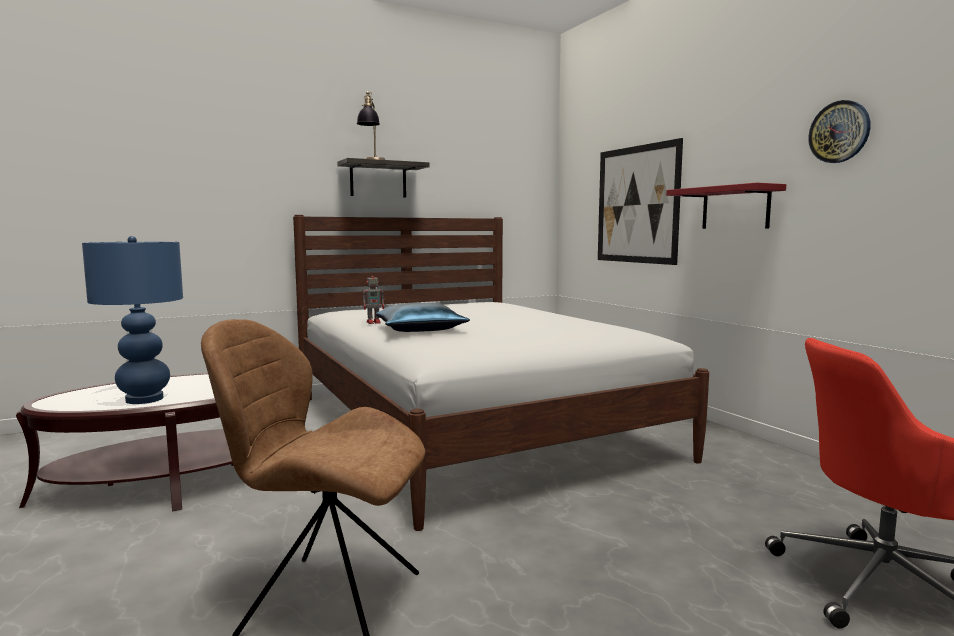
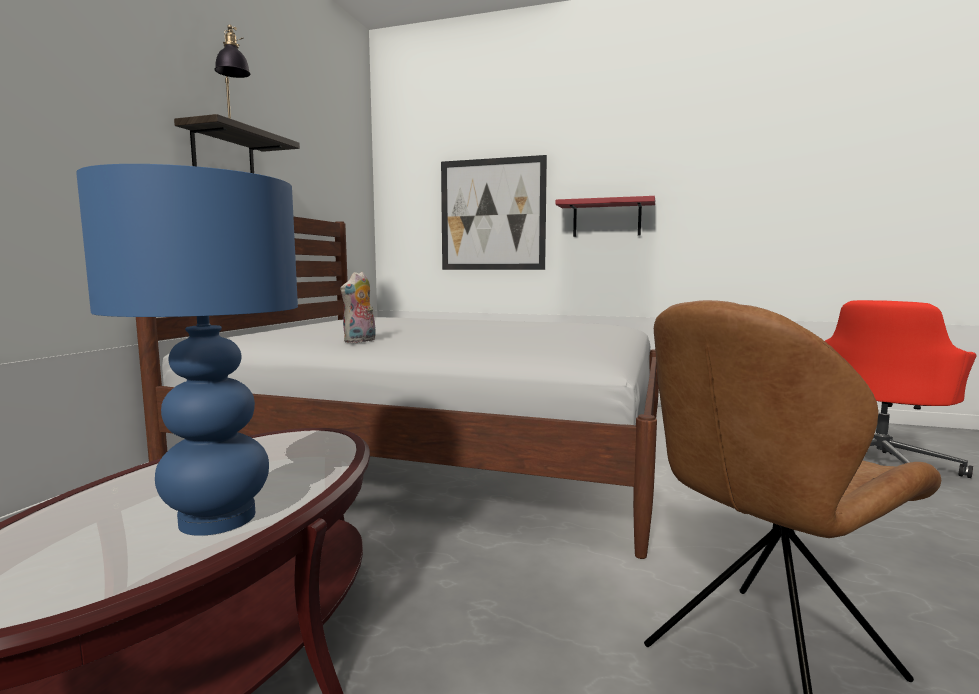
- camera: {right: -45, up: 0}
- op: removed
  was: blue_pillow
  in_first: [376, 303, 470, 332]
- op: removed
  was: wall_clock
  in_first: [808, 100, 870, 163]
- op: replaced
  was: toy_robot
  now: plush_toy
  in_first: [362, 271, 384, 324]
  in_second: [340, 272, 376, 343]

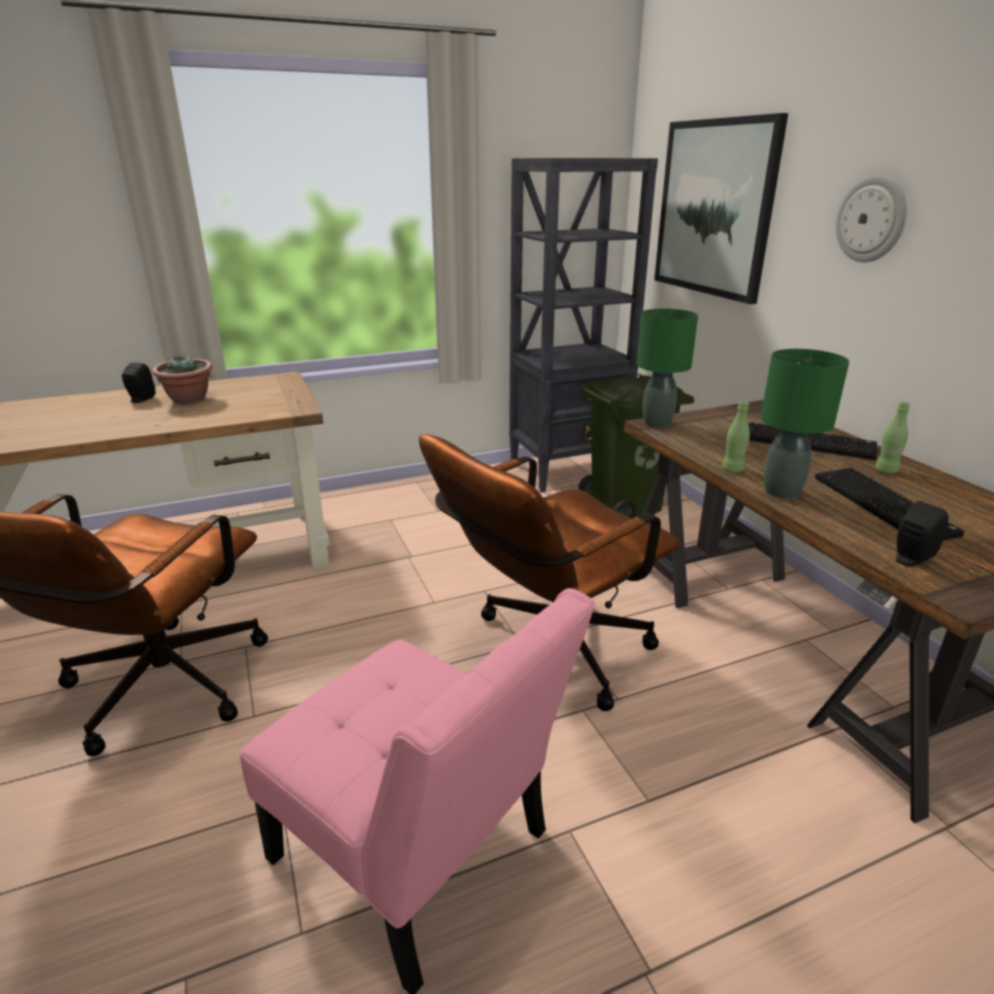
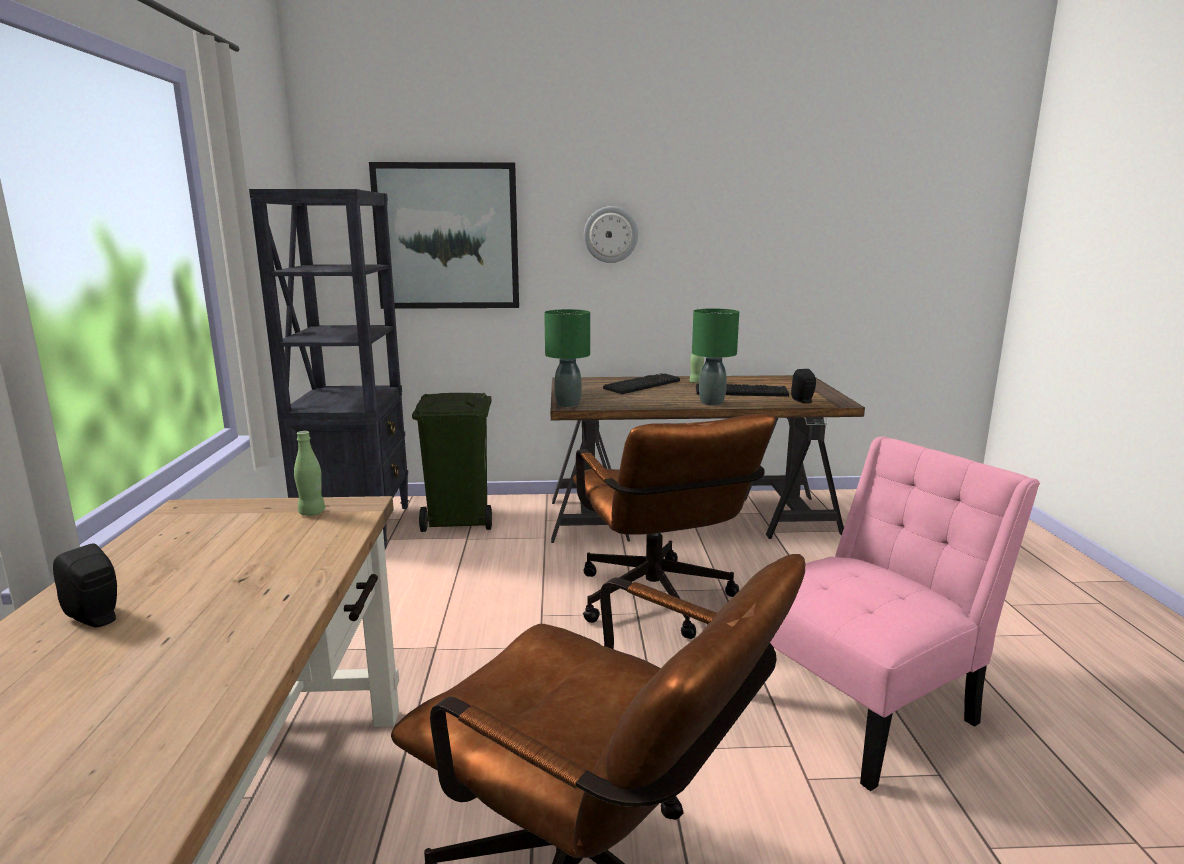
- camera: {right: -70, up: -10}
- op: removed
  was: potted_plant
  in_first: [152, 355, 212, 404]
- op: moved
  was: green_bottle
  in_first: [722, 401, 750, 472]
  in_second: [294, 431, 325, 516]

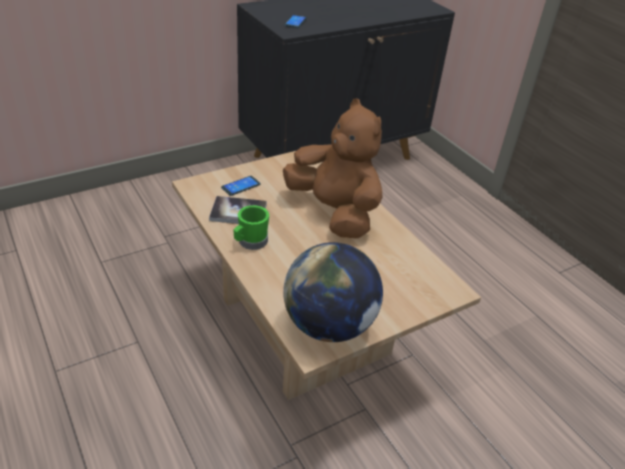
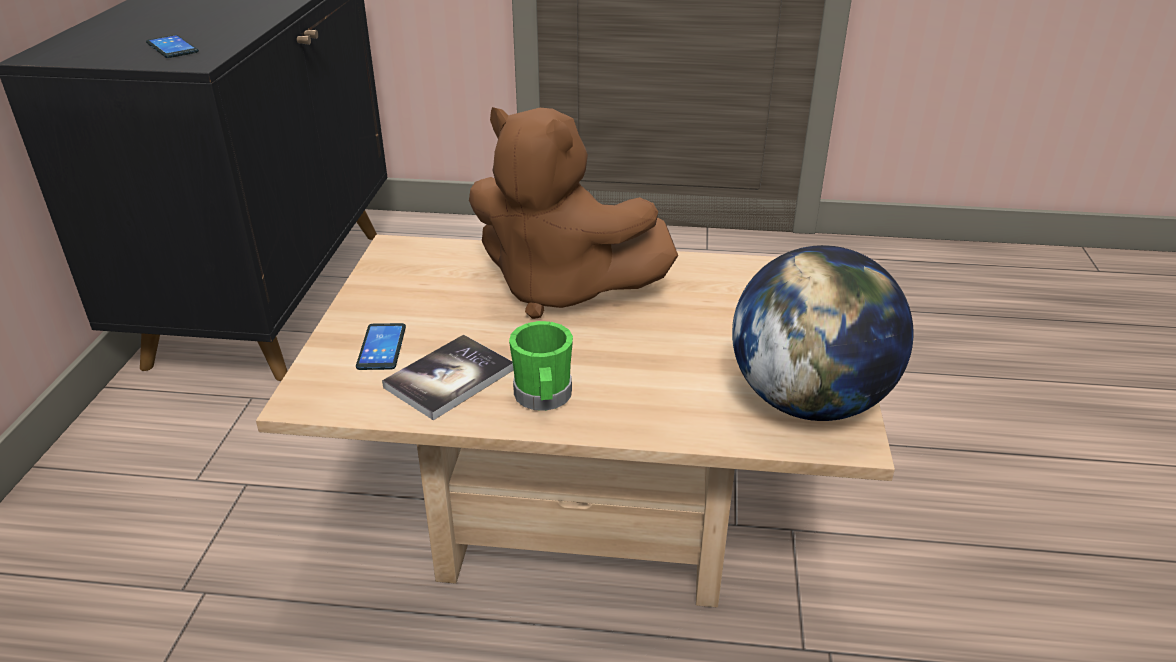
- camera: {right: -50, up: -5}
- op: turned
  was: brown_plush_toy
  in_first: [283, 98, 382, 238]
  in_second: [469, 107, 678, 319]
  clockwise: -150

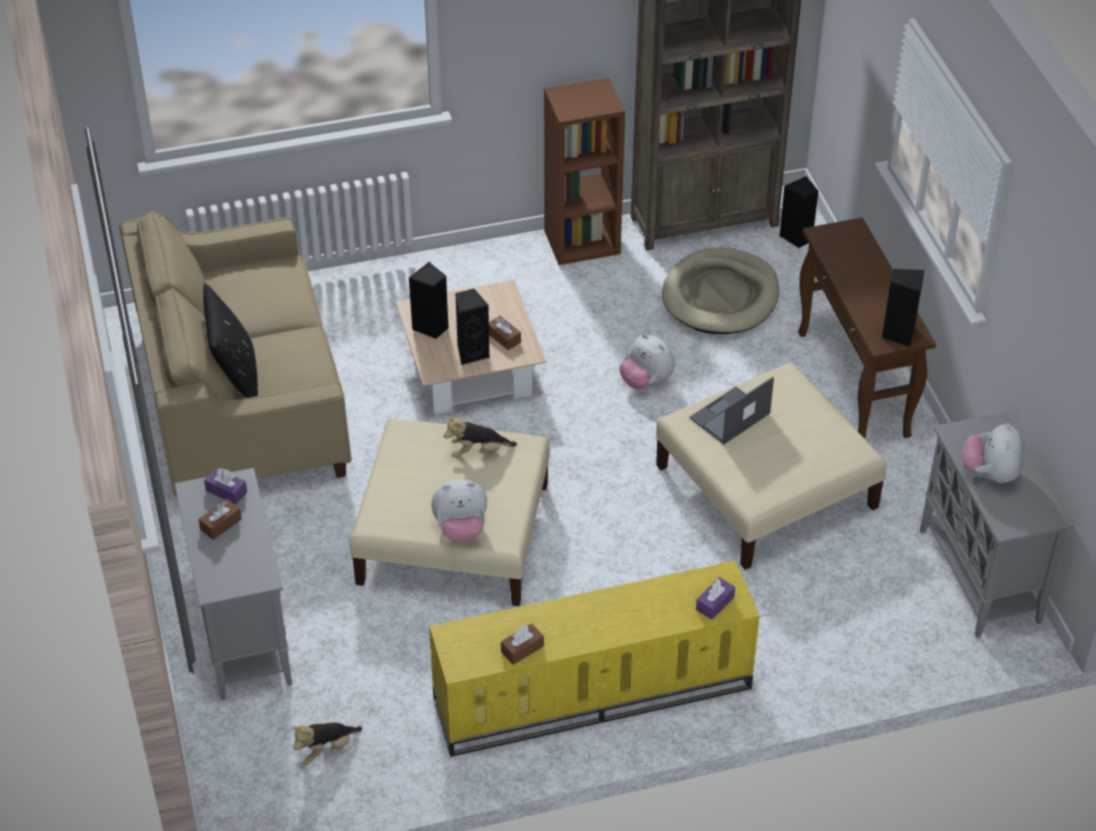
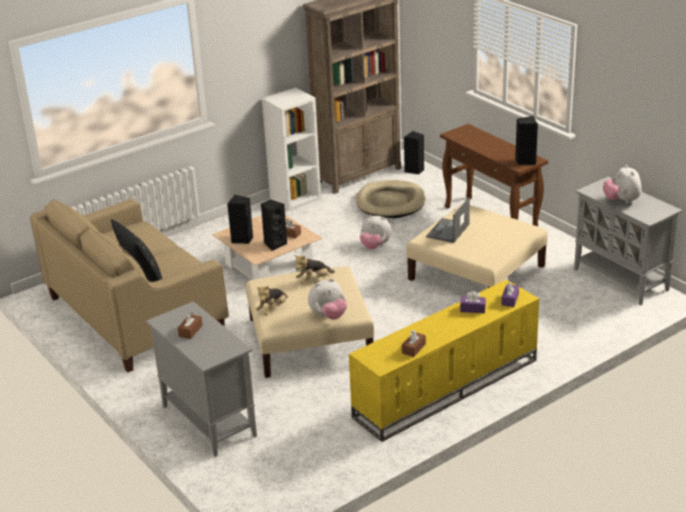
- camera: {right: -20, up: -15}
- op: moved
  was: purple_tissue_box
  in_first: [204, 468, 247, 504]
  in_second: [460, 291, 486, 313]
- op: moved
  was: plush_toy
  in_first: [291, 722, 362, 765]
  in_second: [256, 286, 288, 315]
- op: recoloured
  was: brown_bookcase
  now: white_bookcase
  in_first: [544, 78, 625, 265]
  in_second: [262, 88, 321, 211]

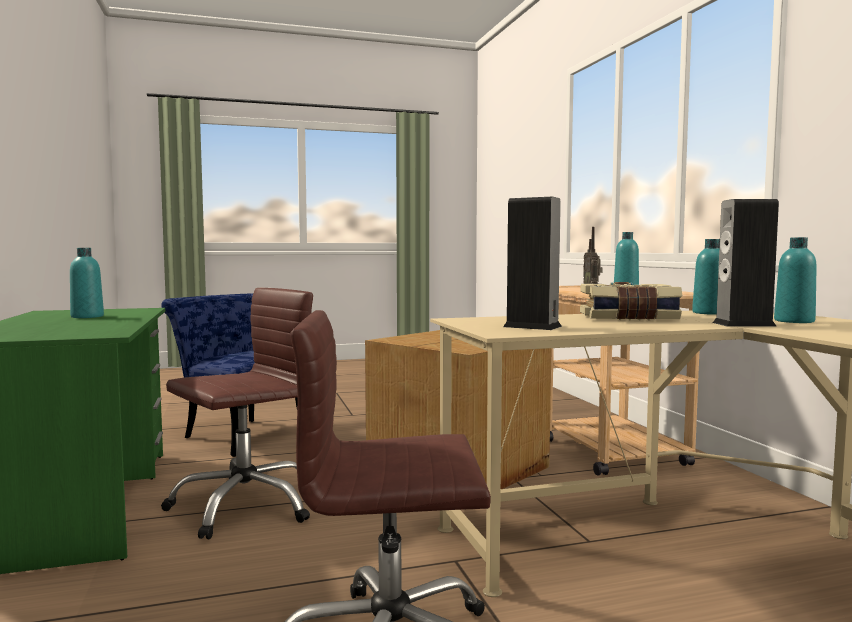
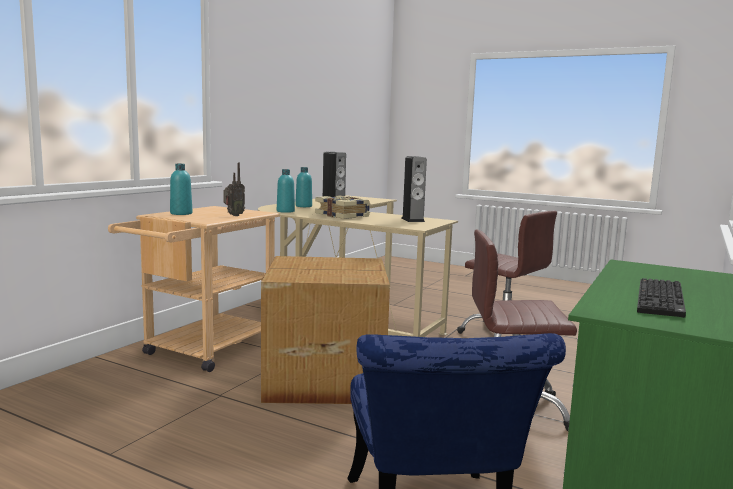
- camera: {right: -135, up: 5}
- op: replaced
  was: turquoise_bottle
  now: keyboard
  in_first: [70, 248, 104, 318]
  in_second: [637, 278, 686, 318]

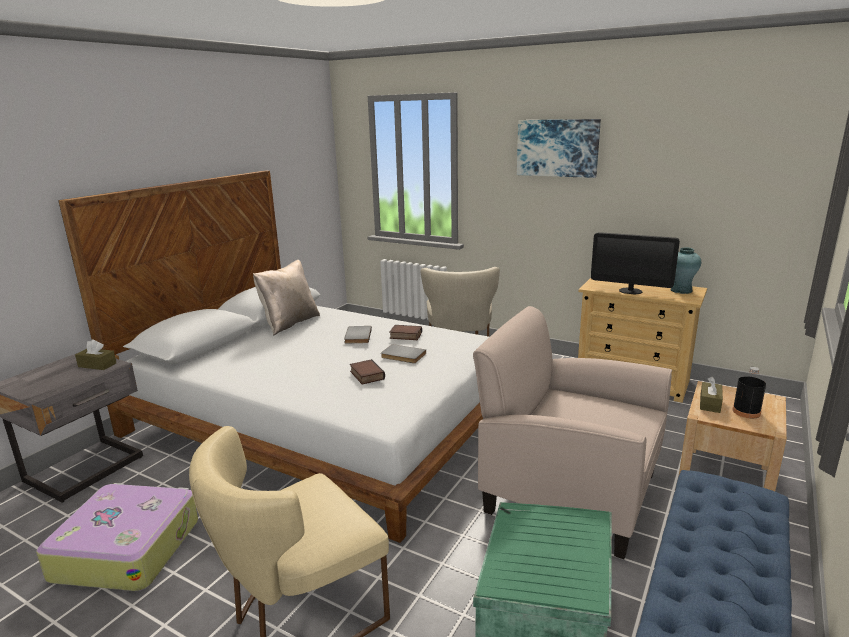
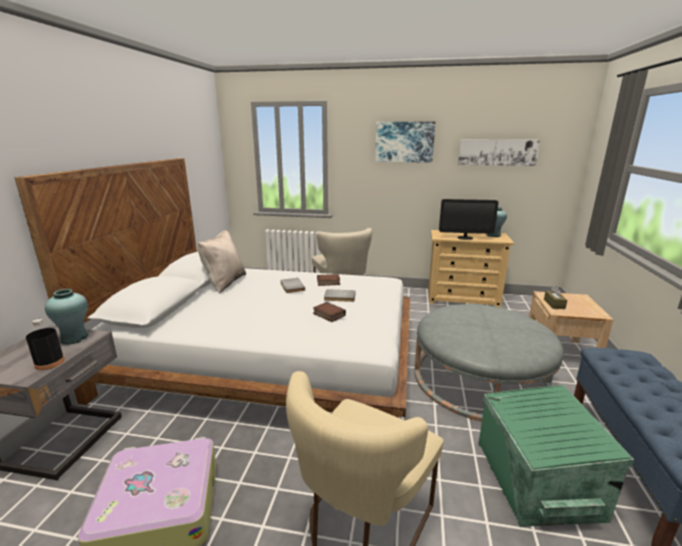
- camera: {right: -20, up: 0}
- op: added
  now: picture
  in_second: [458, 139, 540, 166]
- op: moved
  was: black_bottle
  in_first: [732, 367, 766, 418]
  in_second: [26, 319, 65, 370]
- op: replaced
  was: brown_tissue_box
  now: turquoise_vase
  in_first: [75, 339, 116, 370]
  in_second: [45, 289, 88, 345]
- op: replaced
  was: beige_armchair
  now: grey_ottoman
  in_first: [473, 306, 672, 559]
  in_second: [414, 304, 564, 422]

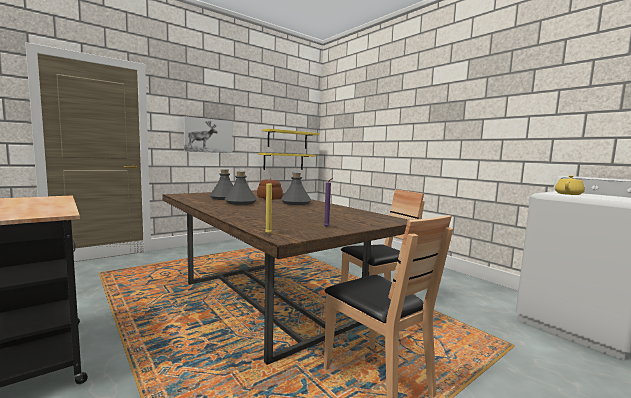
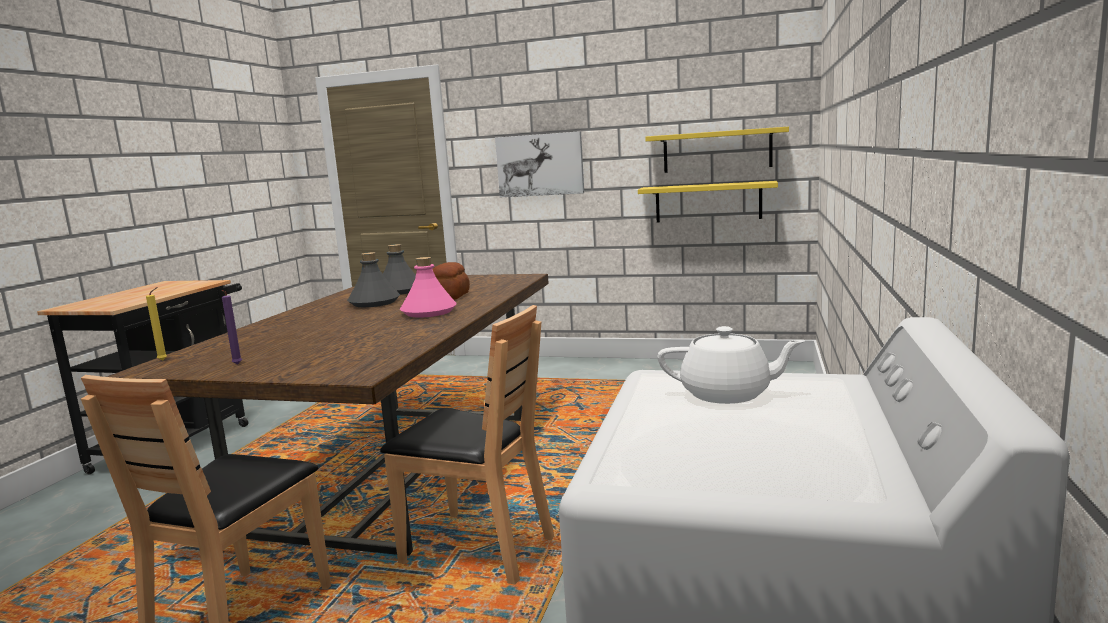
- camera: {right: 55, up: 5}
- op: recoloured
  was: grey_bottle
  now: pink_bottle
  in_first: [281, 173, 311, 205]
  in_second: [400, 257, 457, 318]
- op: recoloured
  was: yellow_teapot
  now: white_teapot
  in_first: [555, 176, 585, 195]
  in_second: [657, 326, 804, 404]

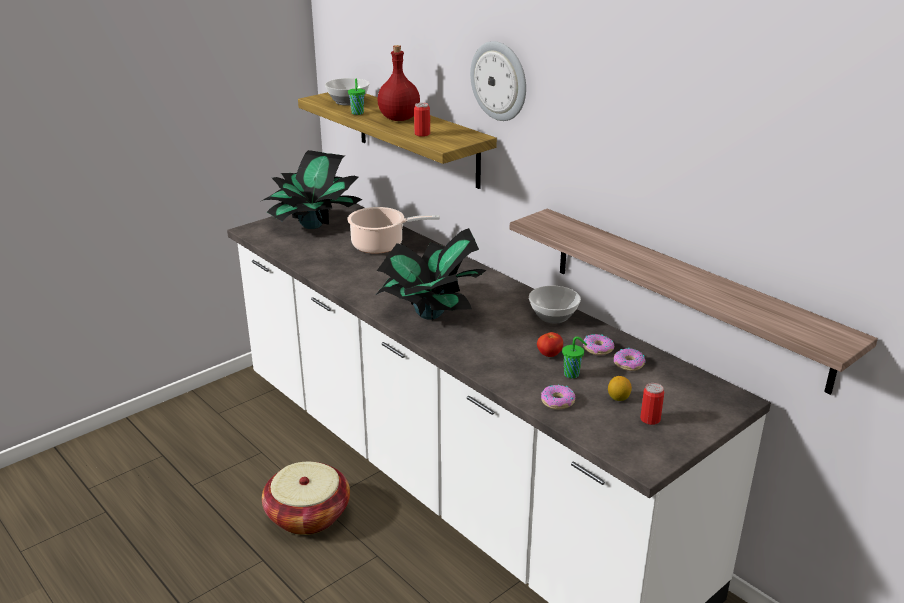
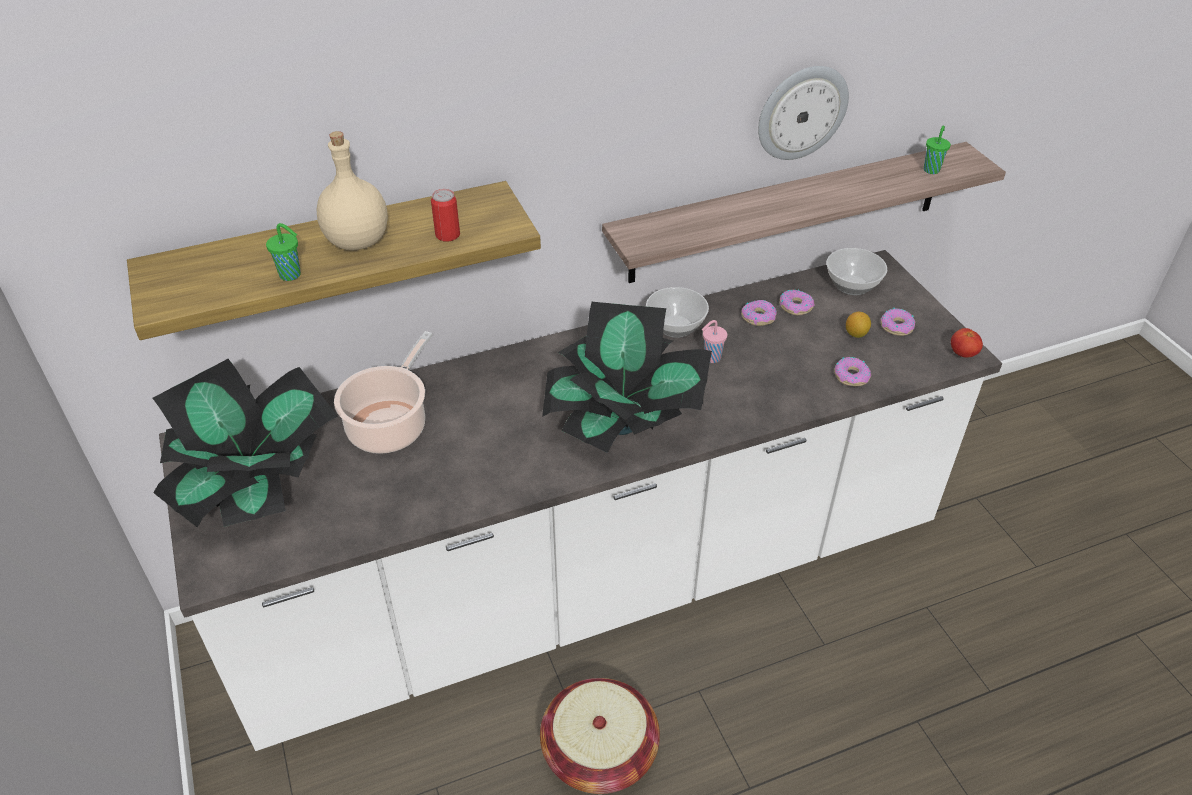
- camera: {right: -70, up: 15}
- op: added
  now: pink_cup
  in_second: [702, 320, 727, 363]
- op: moved
  was: bowl
  in_first: [325, 78, 370, 106]
  in_second: [826, 248, 887, 296]
- op: moved
  was: wall_clock
  in_first: [470, 41, 526, 121]
  in_second: [758, 66, 849, 160]
- op: moved
  was: tomato
  in_first: [537, 332, 563, 357]
  in_second: [951, 328, 983, 358]
- op: moved
  was: green_cup
  in_first: [562, 337, 587, 378]
  in_second: [923, 125, 951, 174]
- op: replaced
  was: can
  now: donut
  in_first: [640, 383, 664, 425]
  in_second: [881, 308, 915, 336]
- op: recoloured
  was: red_bottle
  now: beige_bottle
  in_first: [377, 45, 420, 121]
  in_second: [317, 131, 388, 250]

